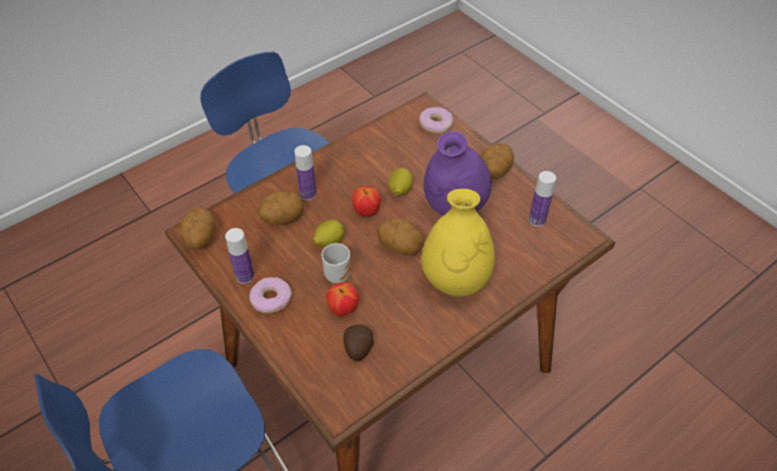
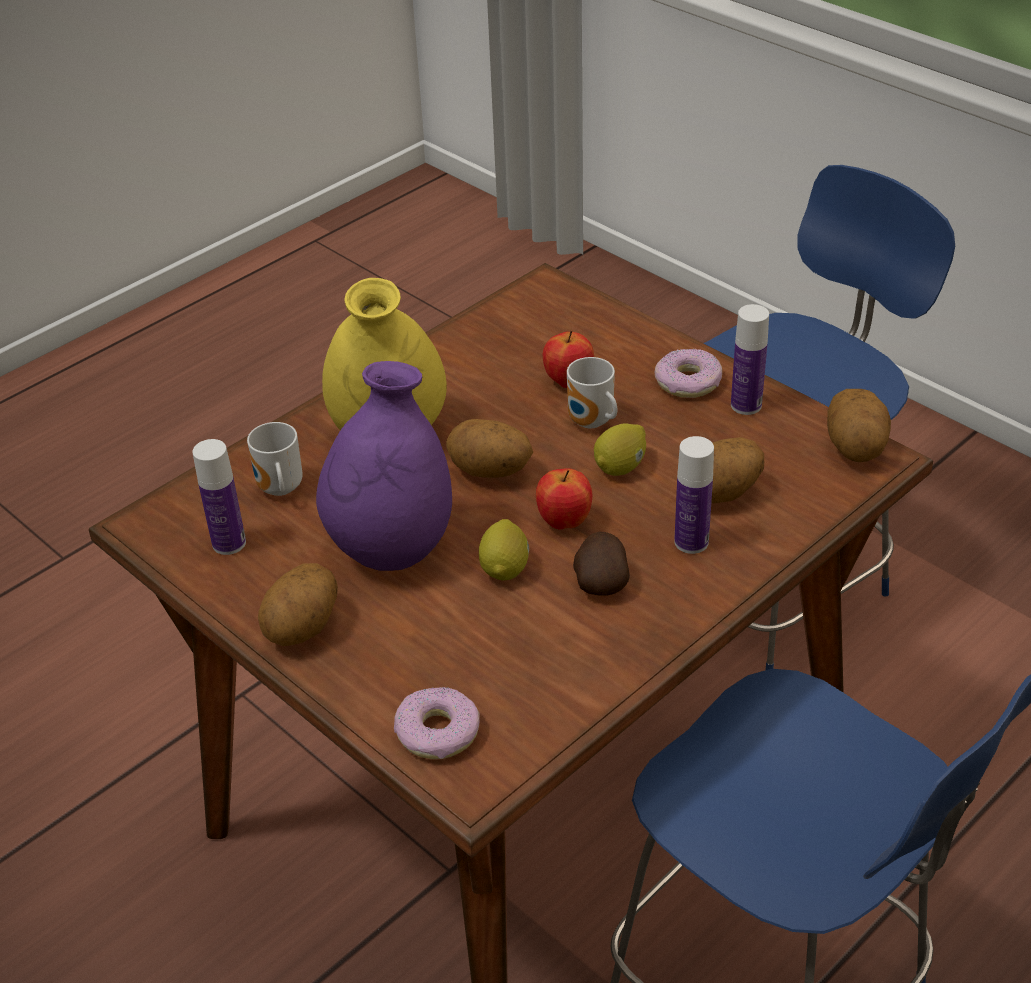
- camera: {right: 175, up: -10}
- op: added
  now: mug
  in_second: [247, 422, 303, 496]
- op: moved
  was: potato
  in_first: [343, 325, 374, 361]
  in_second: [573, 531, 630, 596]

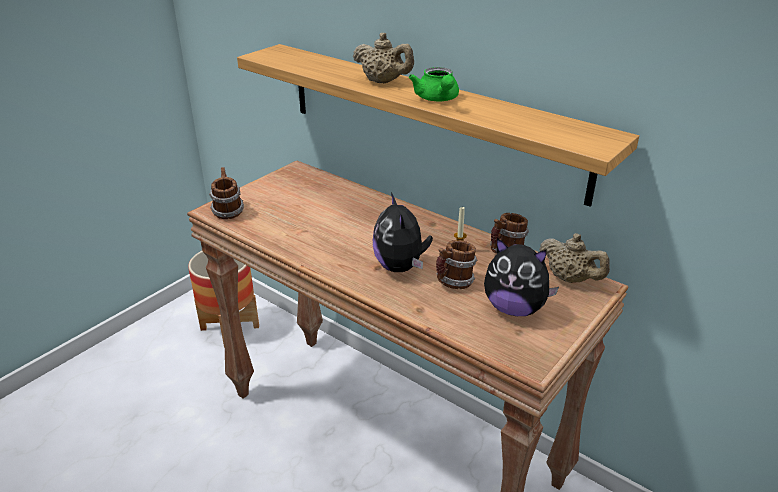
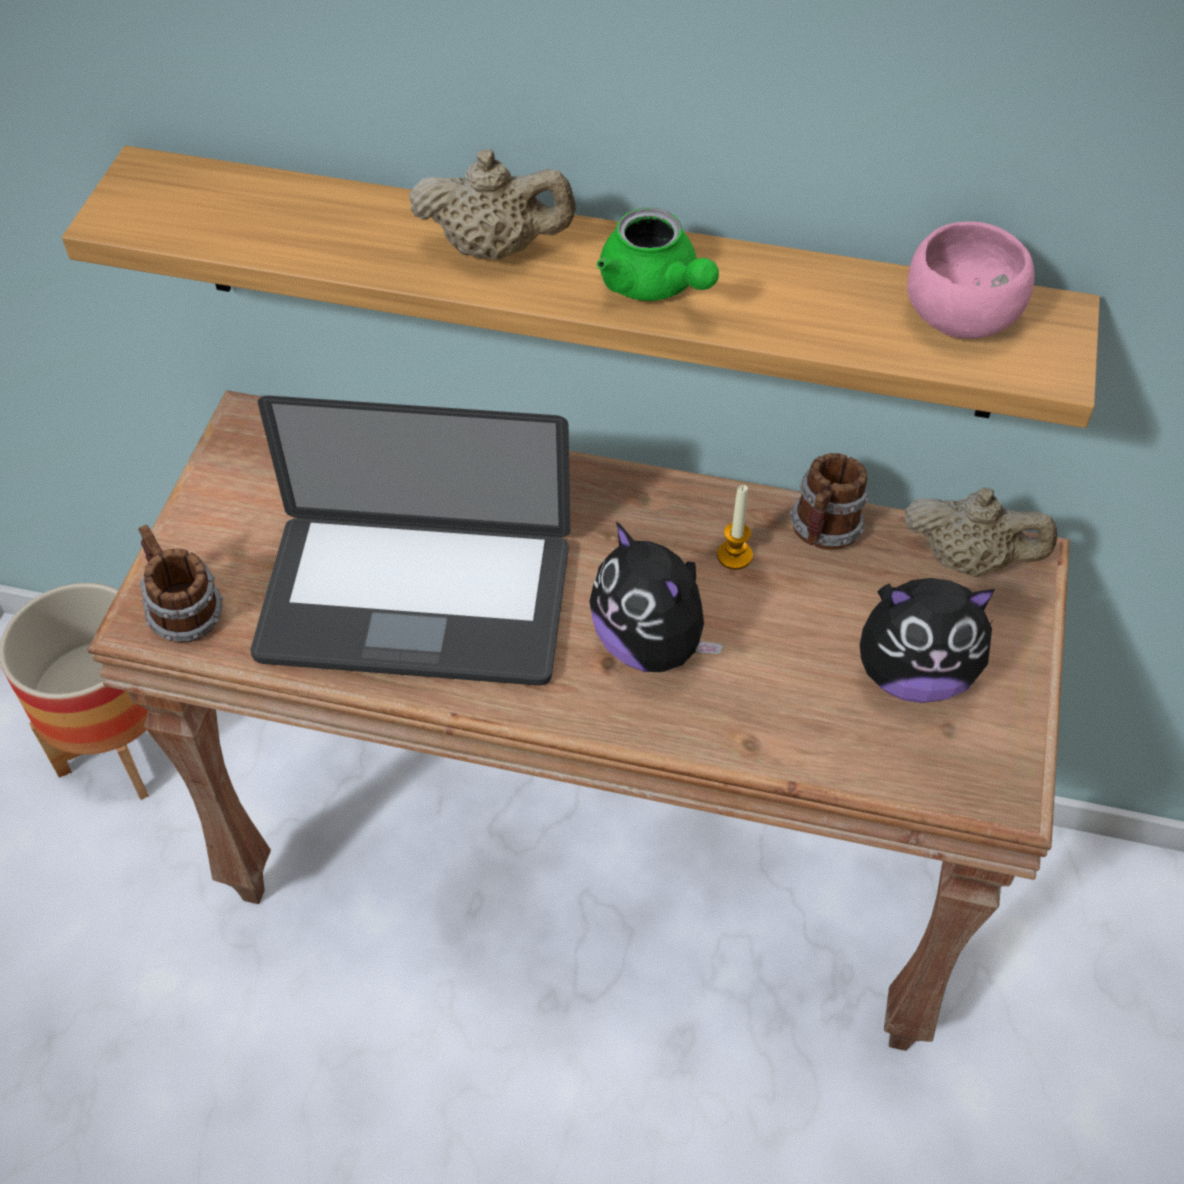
- camera: {right: -25, up: 20}
- op: removed
  was: mug
  in_first: [436, 240, 477, 289]
- op: added
  now: laptop
  in_second: [251, 396, 570, 686]
- op: added
  now: pink_bowl
  in_second: [907, 221, 1034, 339]

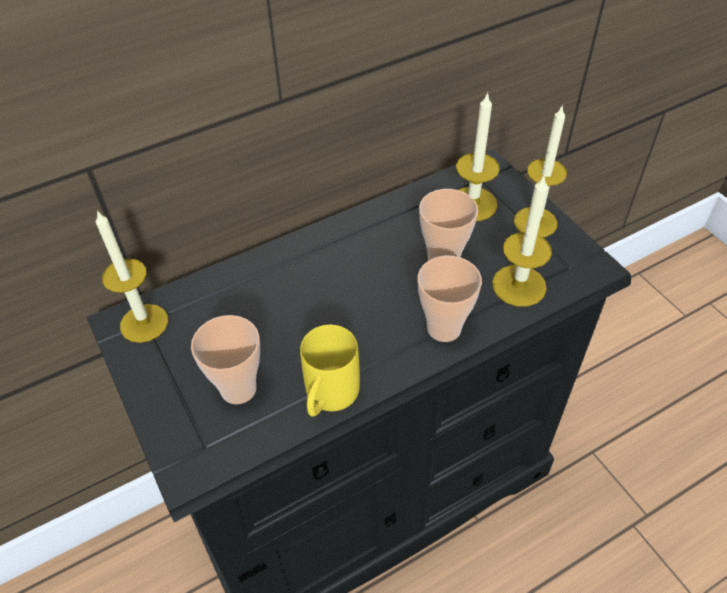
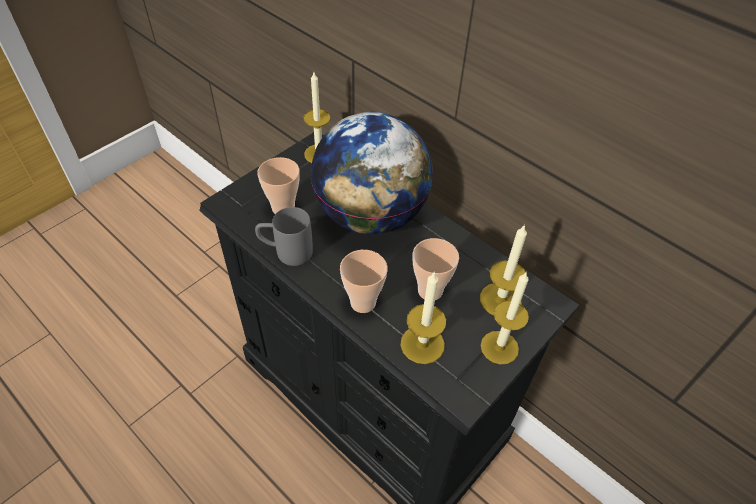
- camera: {right: 70, up: 0}
- op: added
  now: globe
  in_second: [311, 112, 433, 235]
- op: recoloured
  was: yellow_mug
  now: grey_mug
  in_first: [300, 325, 360, 416]
  in_second: [255, 207, 313, 266]

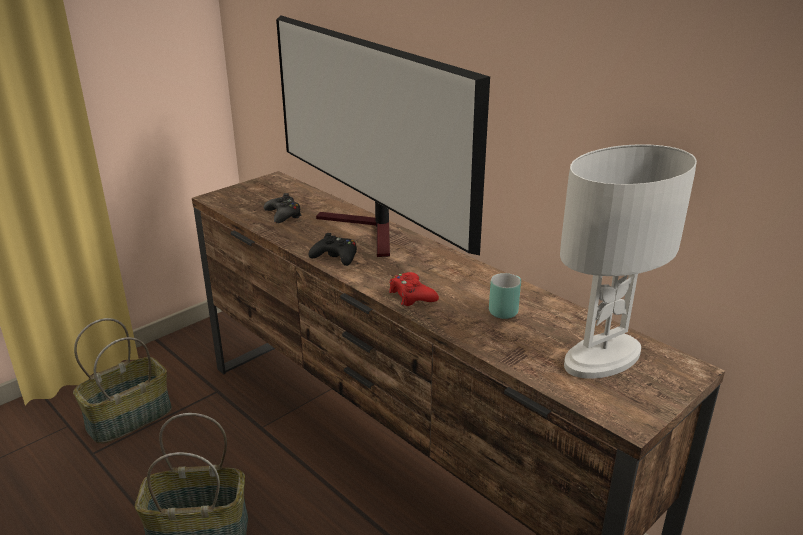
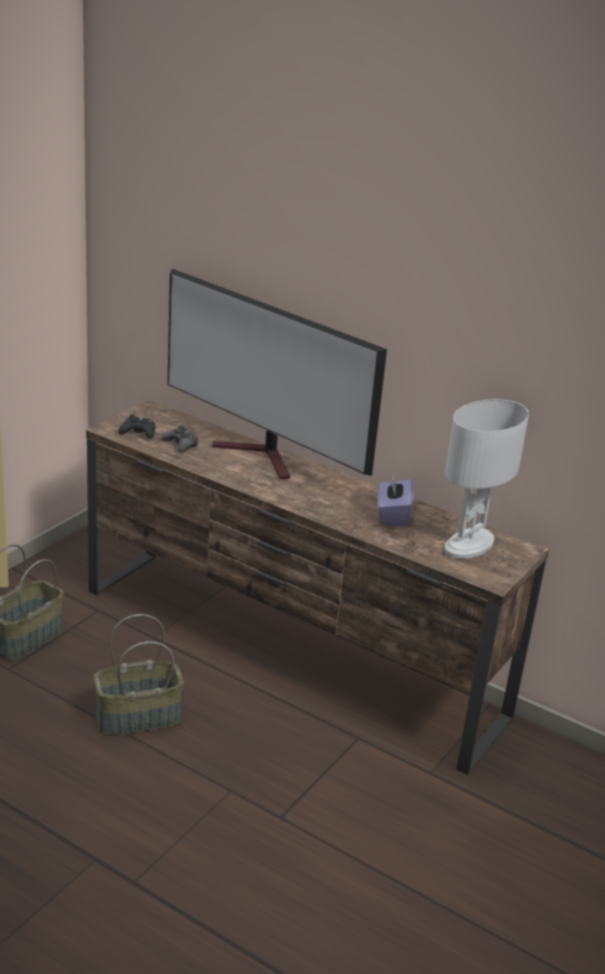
- camera: {right: -15, up: 0}
- op: removed
  was: red_game_controller
  in_first: [389, 272, 439, 306]
- op: moved
  was: black_game_controller
  in_first: [309, 233, 357, 266]
  in_second: [119, 414, 155, 439]
- op: replaced
  was: turquoise_mug
  now: purple_tissue_box
  in_first: [489, 273, 521, 319]
  in_second: [377, 473, 414, 527]

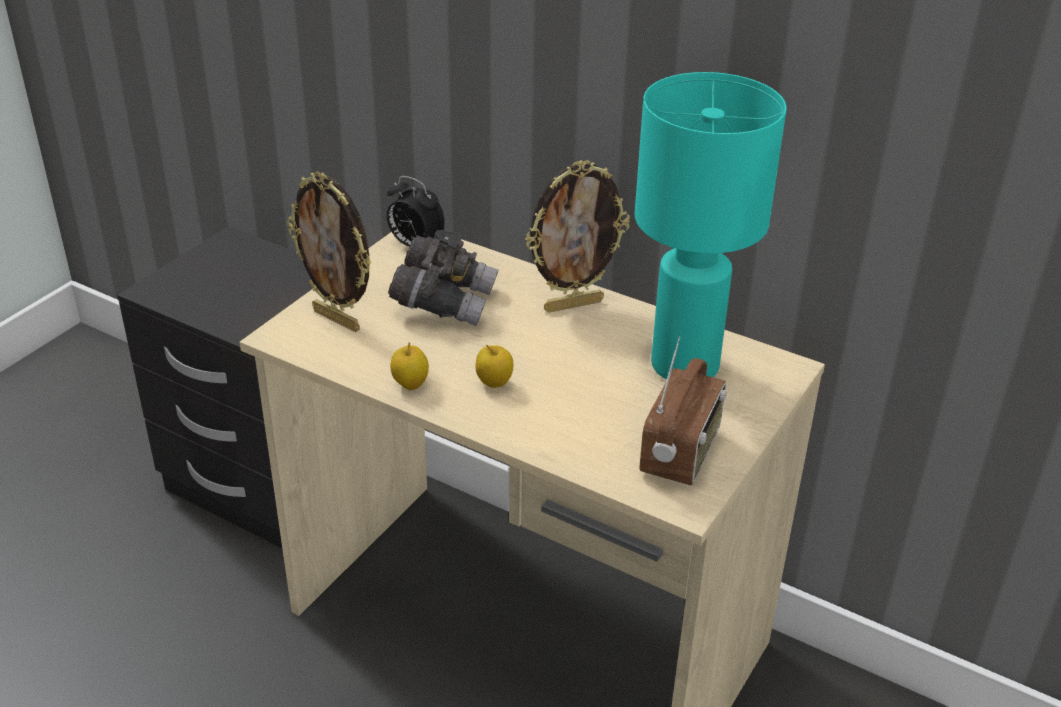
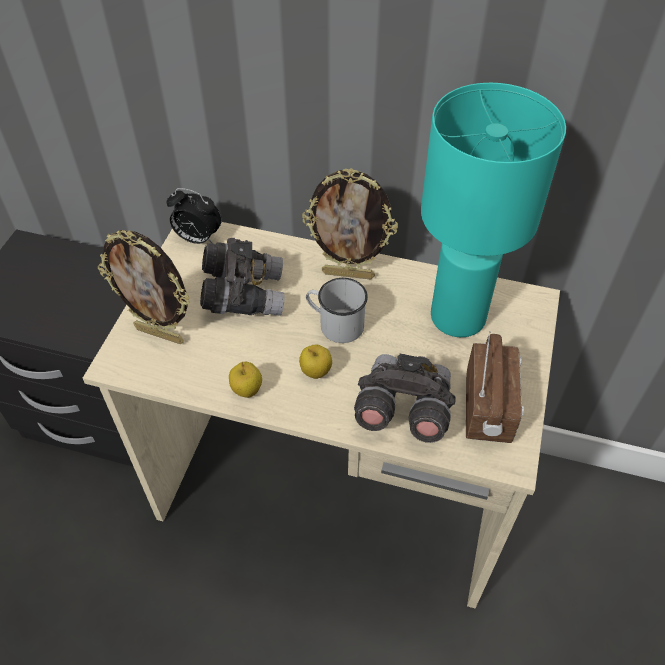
- camera: {right: -15, up: 15}
- op: added
  now: white_mug
  in_second: [306, 278, 368, 343]
- op: added
  now: grey_binoculars
  in_second: [354, 354, 456, 443]
- op: turned
  was: picture_frame
  in_first: [525, 160, 630, 313]
  in_second: [302, 168, 398, 279]
  clockwise: 45

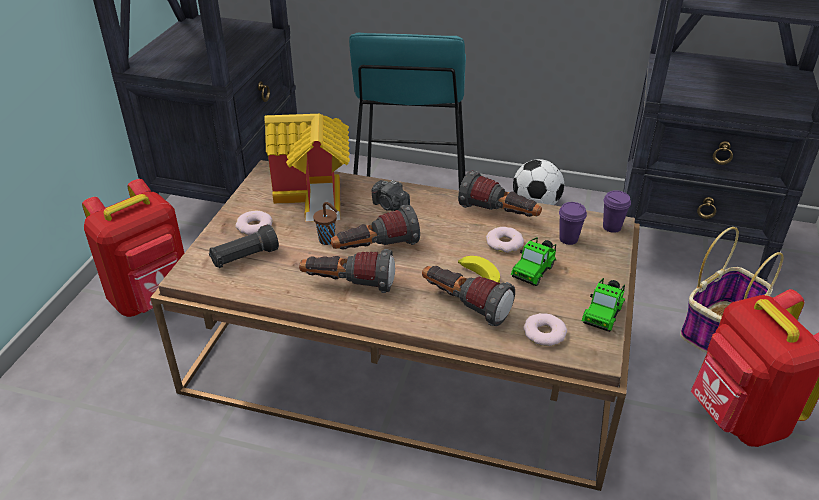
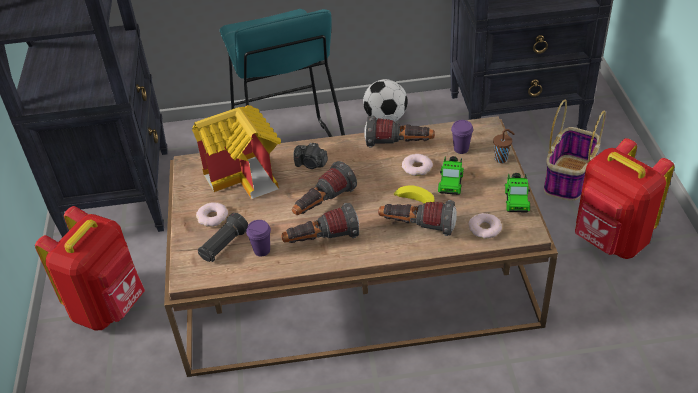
- camera: {right: -20, up: 5}
- op: moved
  was: brown_cup
  in_first: [313, 202, 338, 245]
  in_second: [493, 129, 515, 163]
- op: moved
  was: purple_cup
  in_first: [603, 190, 631, 233]
  in_second: [246, 220, 271, 256]

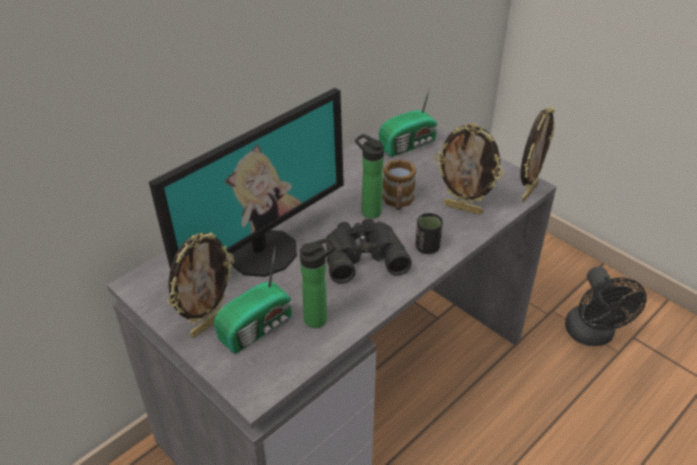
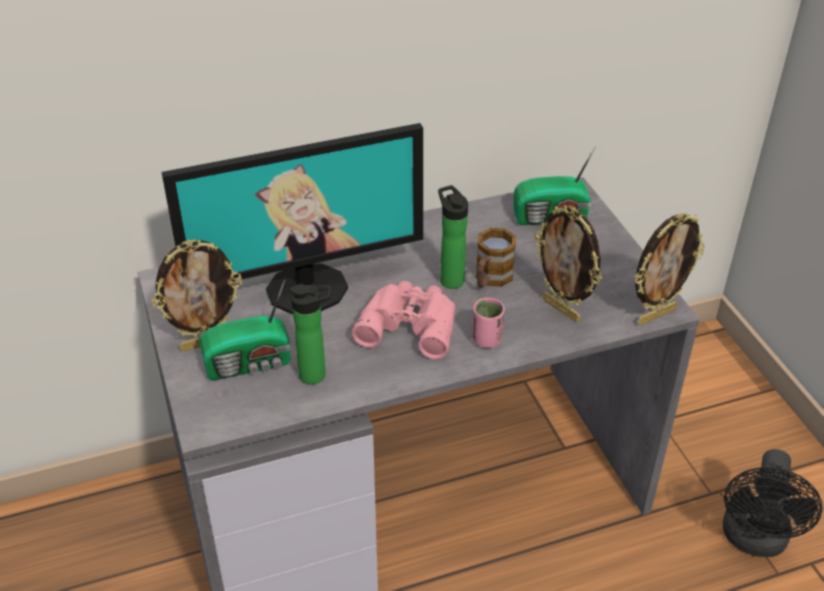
- camera: {right: 25, up: 0}
- op: recoloured
  was: black_binoculars
  now: pink_binoculars
  in_first: [326, 219, 412, 283]
  in_second: [352, 281, 456, 360]
- op: recoloured
  was: black_cup
  now: pink_cup
  in_first: [416, 213, 443, 254]
  in_second: [472, 298, 505, 348]

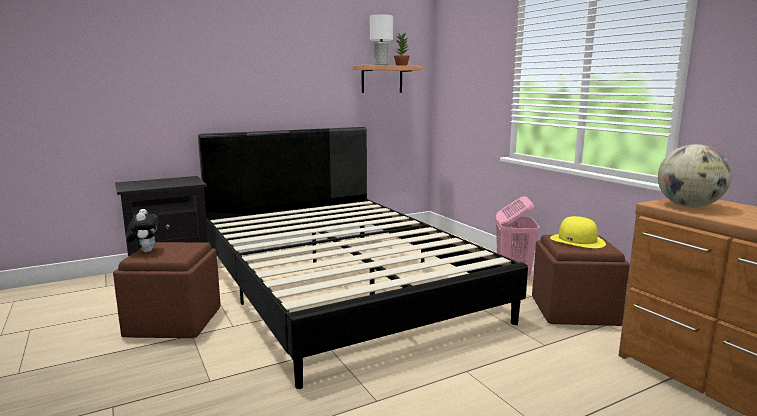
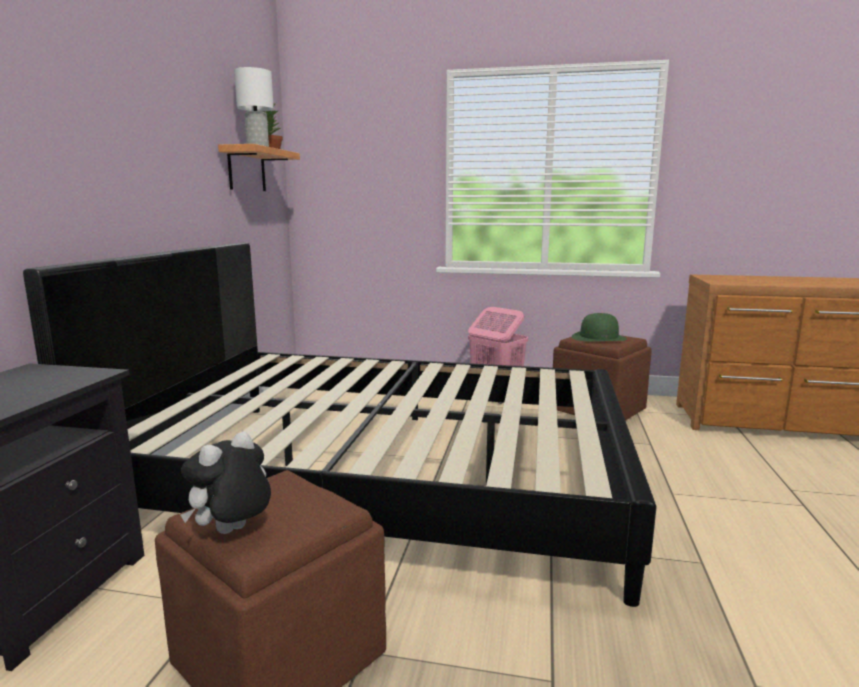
- camera: {right: -50, up: 0}
- op: removed
  was: globe
  in_first: [658, 144, 732, 207]
- op: recoloured
  was: yellow_hat
  now: green_hat
  in_first: [550, 216, 606, 248]
  in_second: [572, 313, 627, 341]
- op: turned
  was: plush_toy
  in_first: [126, 209, 159, 253]
  in_second: [181, 431, 271, 534]
  clockwise: -75

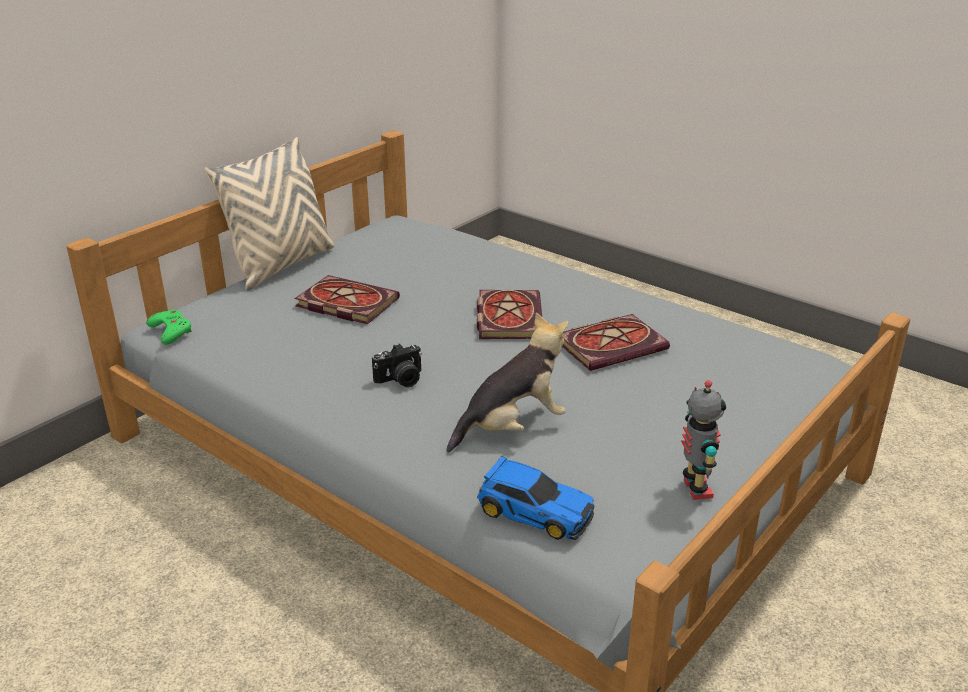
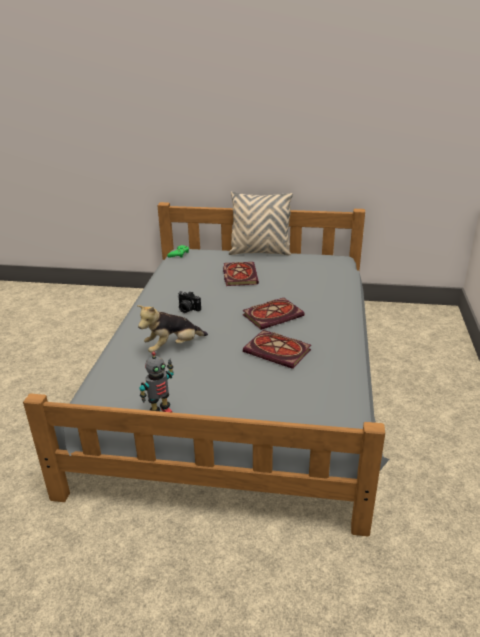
- camera: {right: 60, up: 0}
- op: removed
  was: toy_car
  in_first: [477, 456, 594, 540]
- op: turned
  was: plush_toy
  in_first: [446, 312, 569, 453]
  in_second: [137, 305, 208, 353]
  clockwise: 120

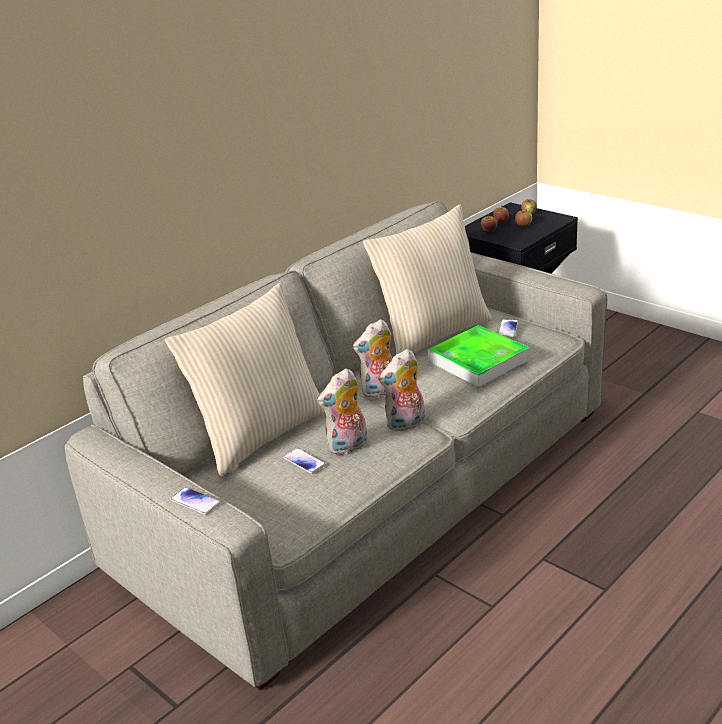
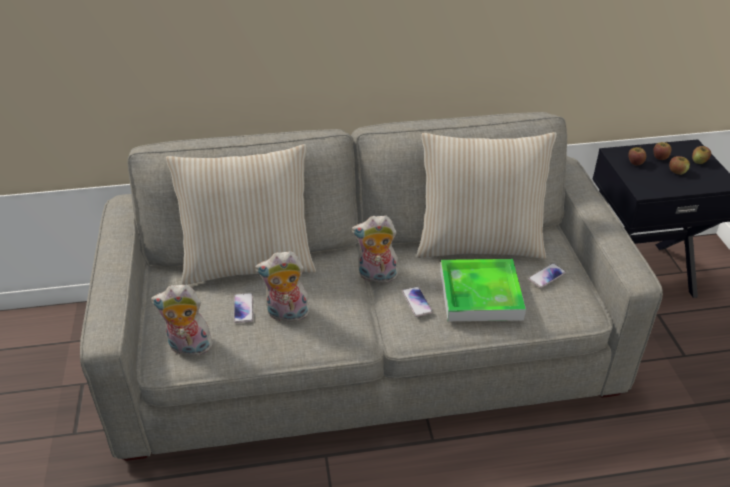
- camera: {right: 35, up: 10}
- op: moved
  was: phone
  in_first: [170, 487, 221, 515]
  in_second: [402, 286, 433, 317]
- op: moved
  was: plush_toy
  in_first: [379, 349, 425, 431]
  in_second: [151, 285, 213, 359]

